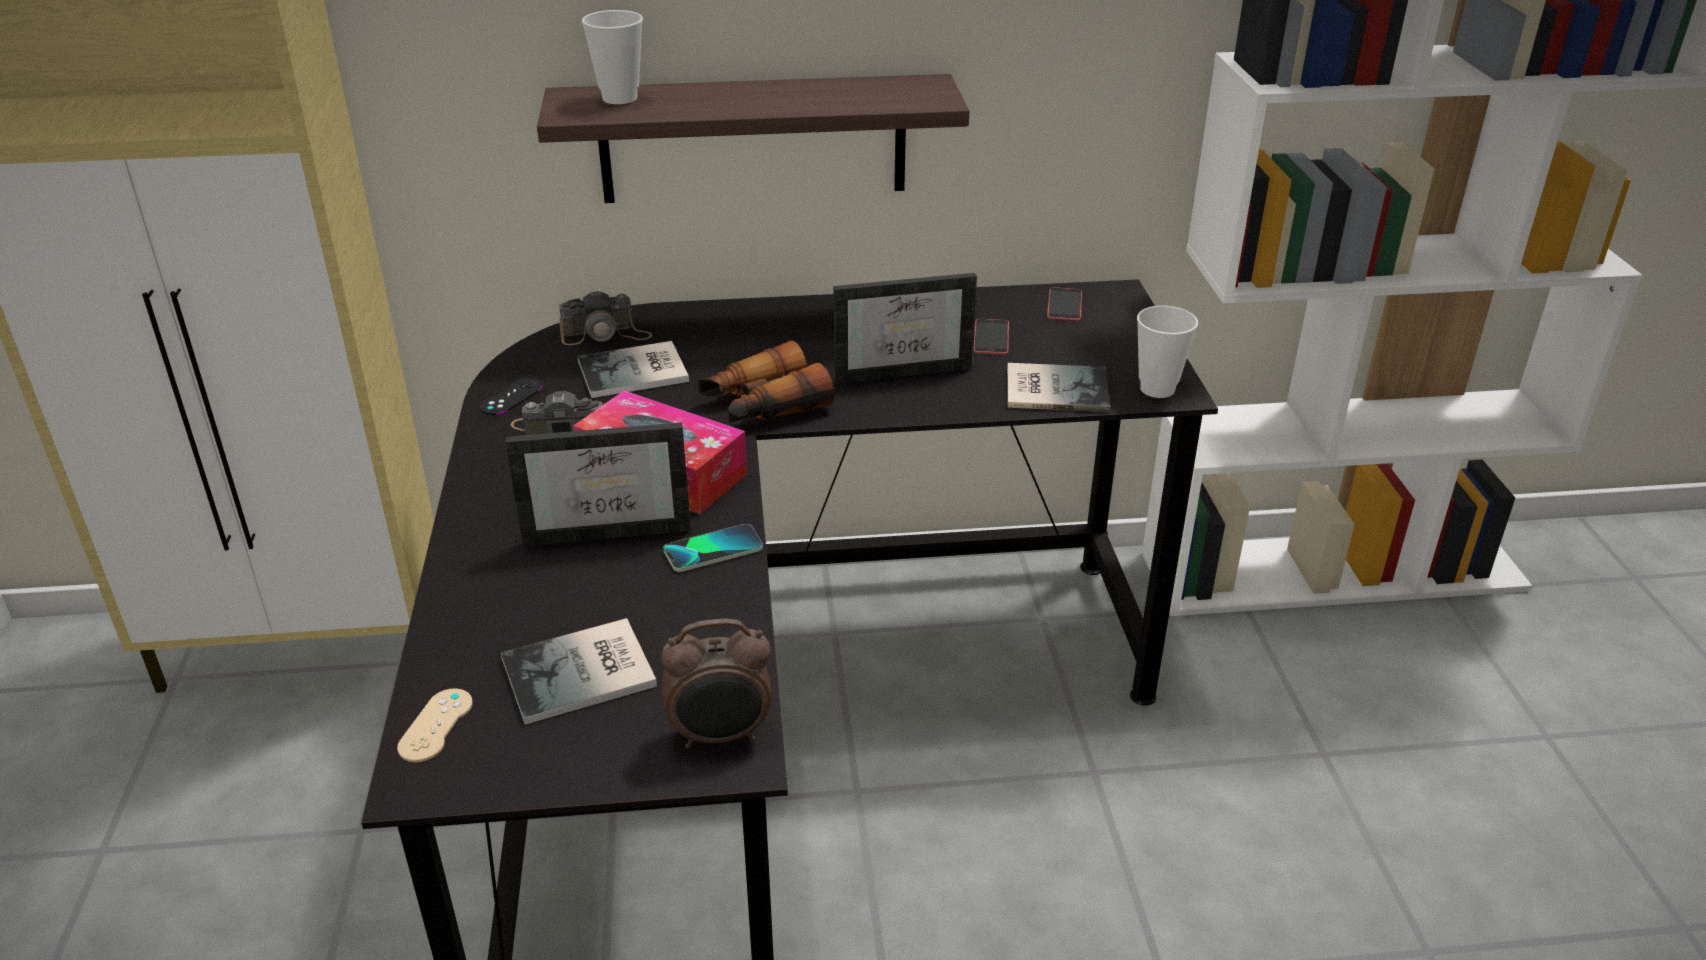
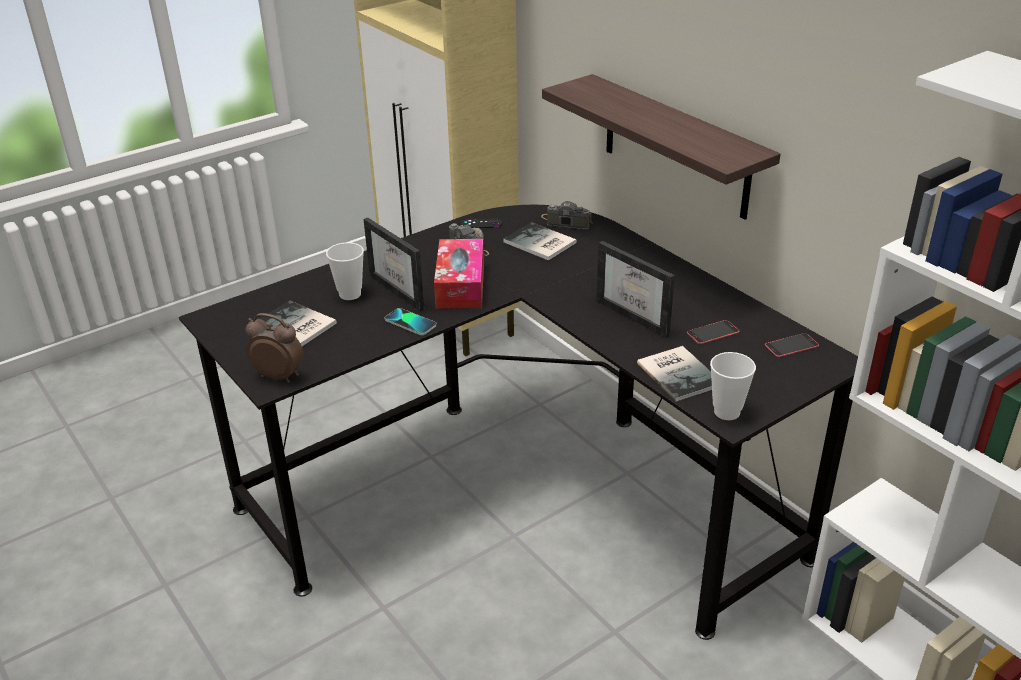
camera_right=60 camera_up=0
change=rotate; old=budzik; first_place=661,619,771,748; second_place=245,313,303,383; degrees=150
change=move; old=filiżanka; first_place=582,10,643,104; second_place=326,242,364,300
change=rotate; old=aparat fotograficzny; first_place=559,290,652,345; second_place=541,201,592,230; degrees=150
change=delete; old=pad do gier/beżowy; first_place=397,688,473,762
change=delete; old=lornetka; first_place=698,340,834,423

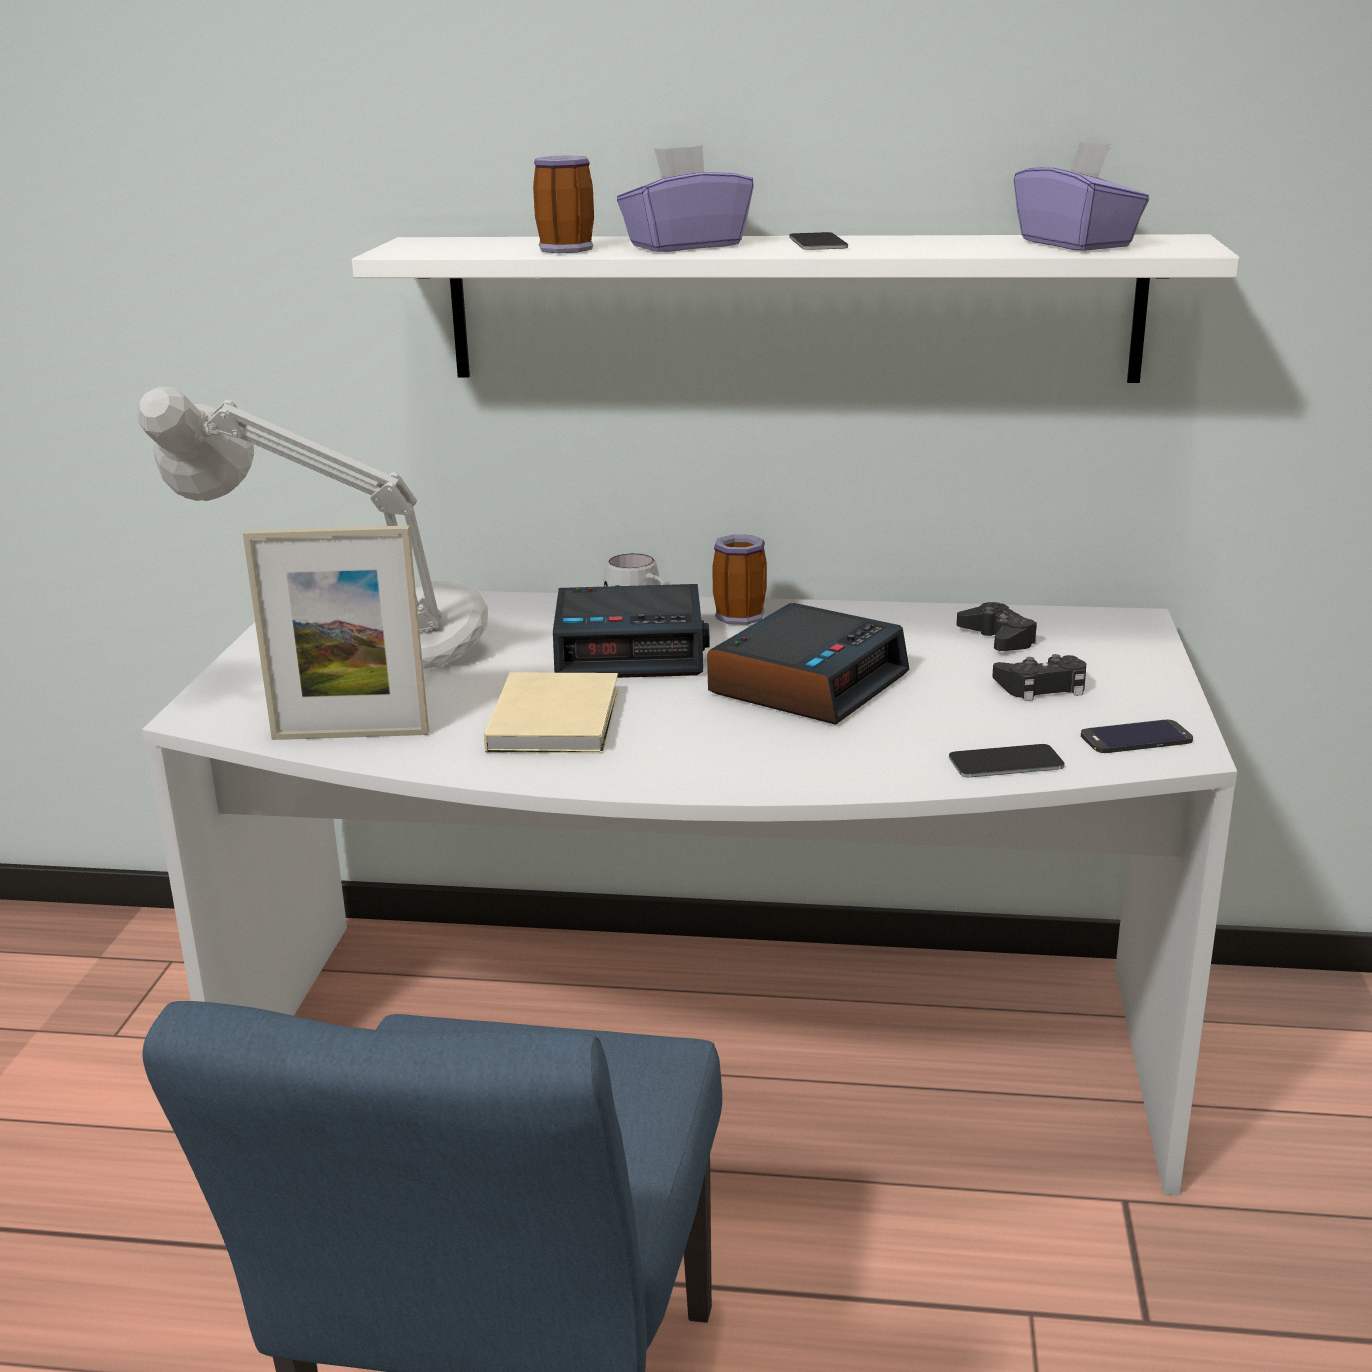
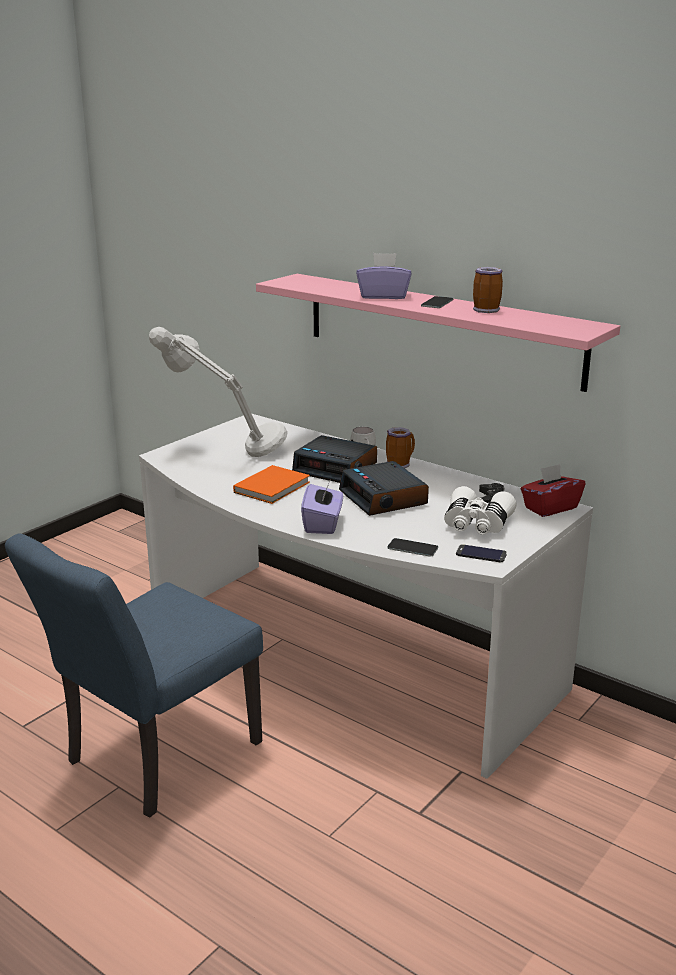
camera_right=30 camera_up=0
change=recolor; old=książka/beżowy; new=książka/pomarańczowy; first_place=484,672,619,753; second_place=233,465,310,504
change=recolor; old=półka/biały; new=półka/różowy; first_place=352,234,1240,383; second_place=256,274,620,392
change=move; old=pudełko chusteczek/fioletowy; first_place=1014,140,1149,251; second_place=301,481,343,534
change=rotate; old=budzik; first_place=707,603,909,725; second_place=339,461,429,516; degrees=90
change=replace; old=pad do gier/czarny; new=lornetka/biały; first_place=992,654,1086,701; second_place=444,486,517,535
change=move; old=kubek; first_place=533,155,594,253; second_place=473,267,503,313
change=insert; new=pudełko chusteczek/czerwony; second_place=521,464,585,517
change=delete; old=ramka na zdjęcie; first_place=243,525,429,740

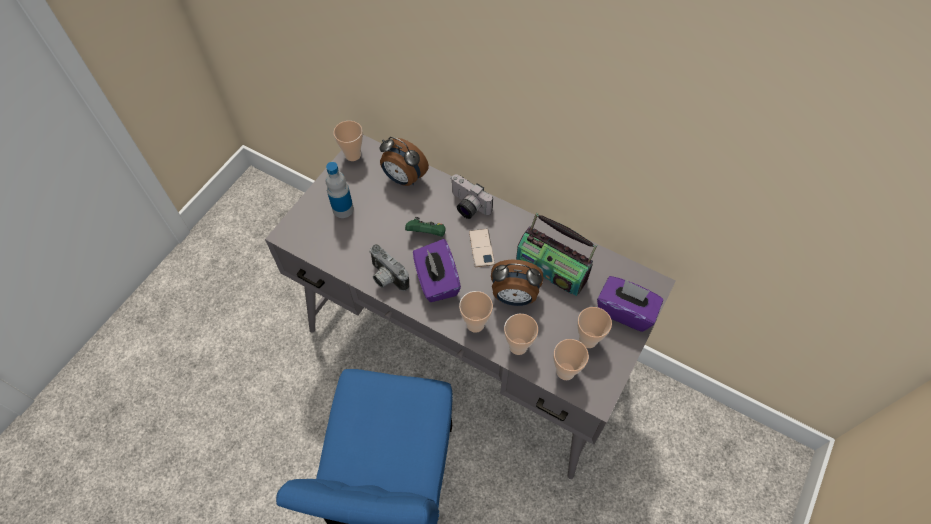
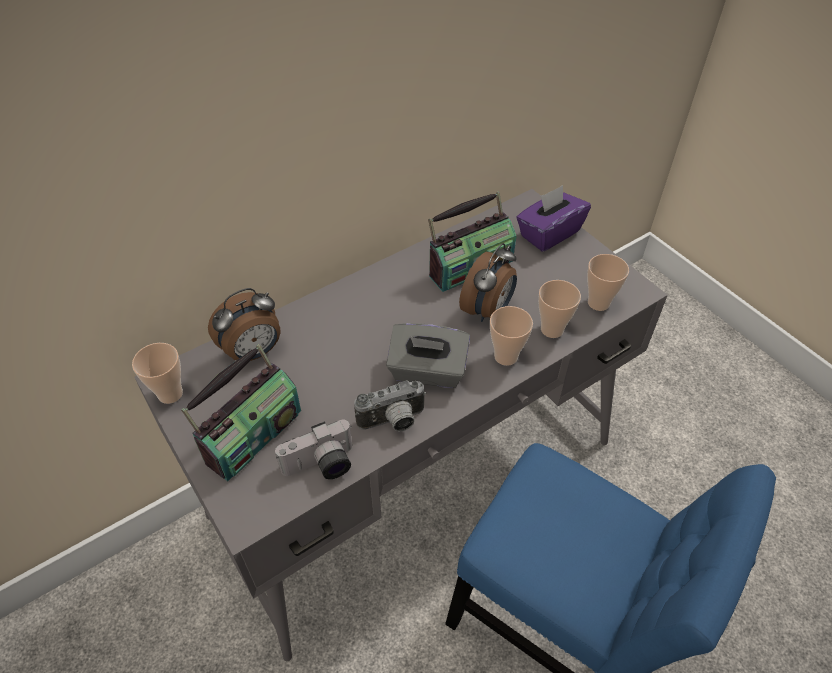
camera_right=-65 camera_up=-10
change=replace; old=butelka; new=radio; first_place=326,162,354,218; second_place=181,344,301,481
change=move; old=aparat fotograficzny; first_place=451,174,493,219; second_place=275,420,352,479
change=recolor; old=pudełko chusteczek/fioletowy; new=pudełko chusteczek/szary; first_place=413,239,461,302; second_place=386,323,470,388
change=delete; old=pad do gier/zielony; first_place=405,217,445,237
change=delete; old=telefon; first_place=469,229,495,267
change=delete; old=filiżanka; first_place=577,307,612,348

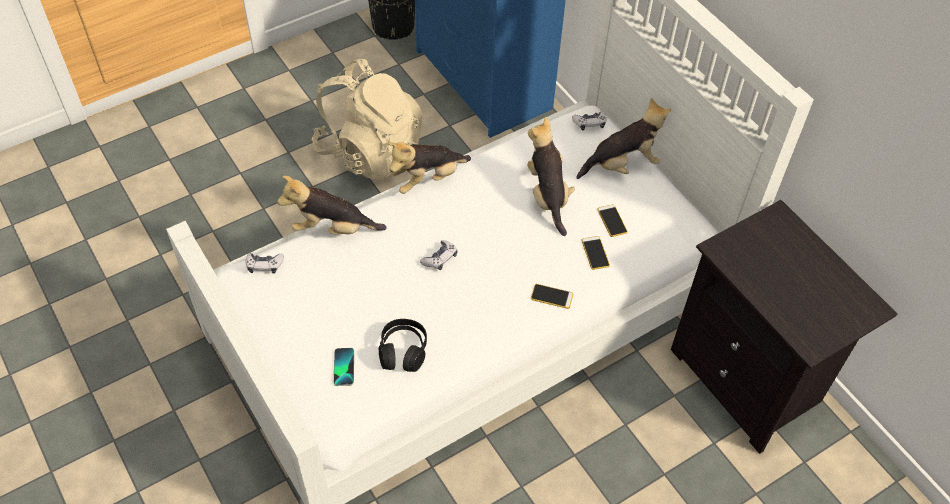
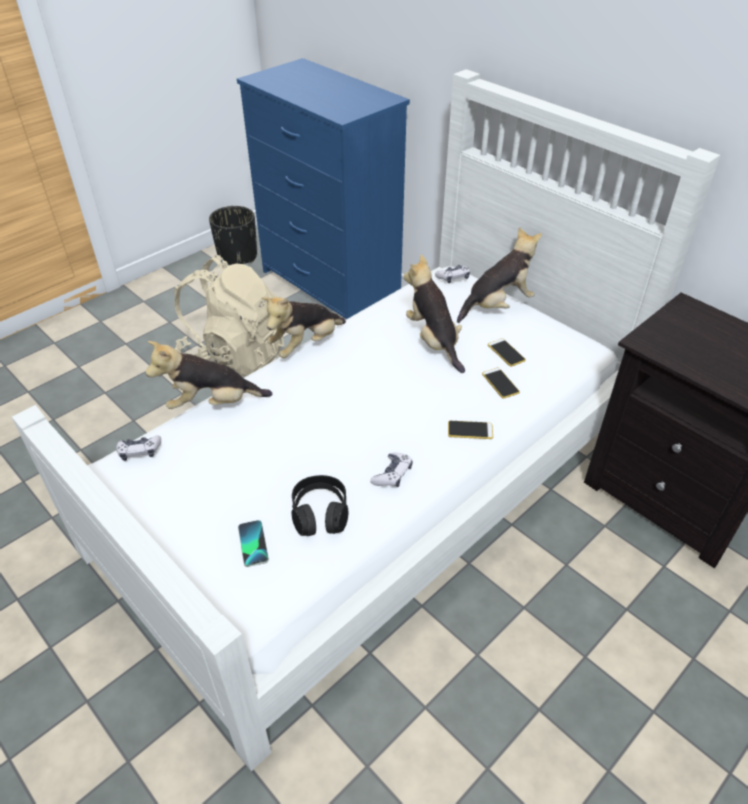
camera_right=-10 camera_up=-10
change=move; old=pad do gier; first_place=420,240,458,270; second_place=370,453,413,487

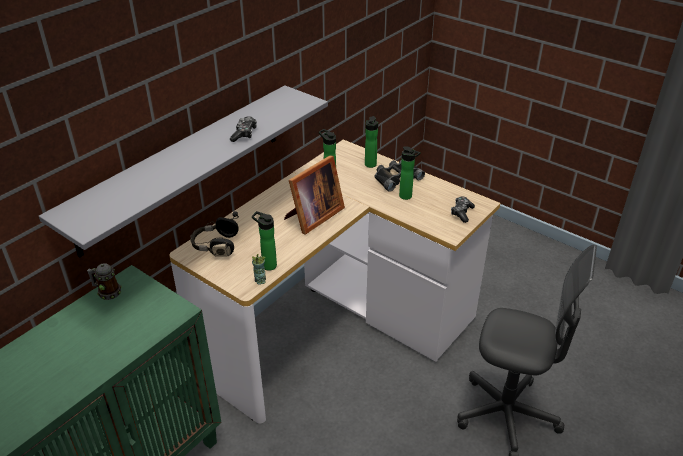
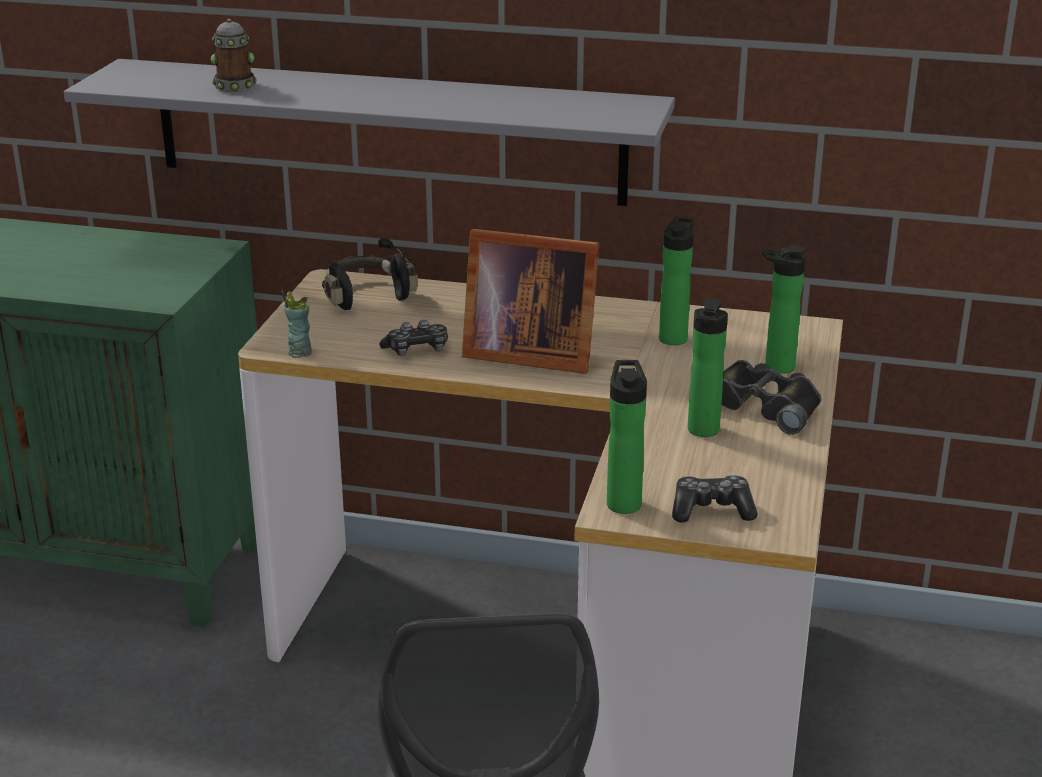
camera_right=65 camera_up=-10
change=move; old=kubek; first_place=87,263,122,300; second_place=211,19,257,92
change=move; old=pad do gier; first_place=230,116,257,142; second_place=379,320,448,356
change=move; old=butelka; first_place=252,211,277,271; second_place=607,360,647,514

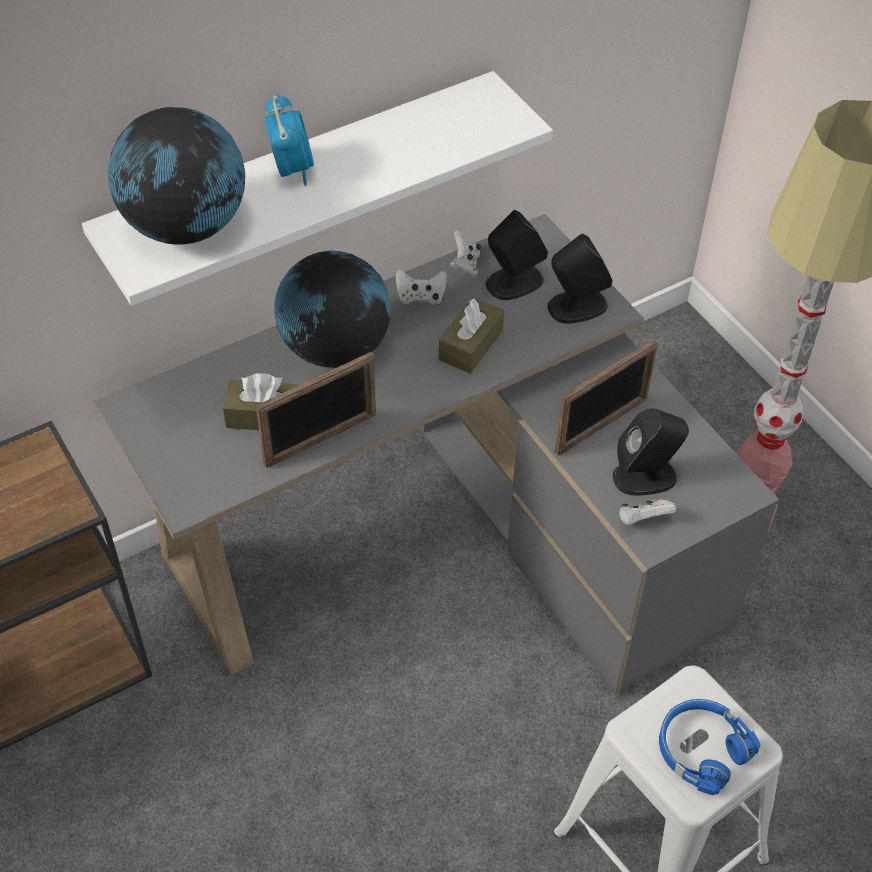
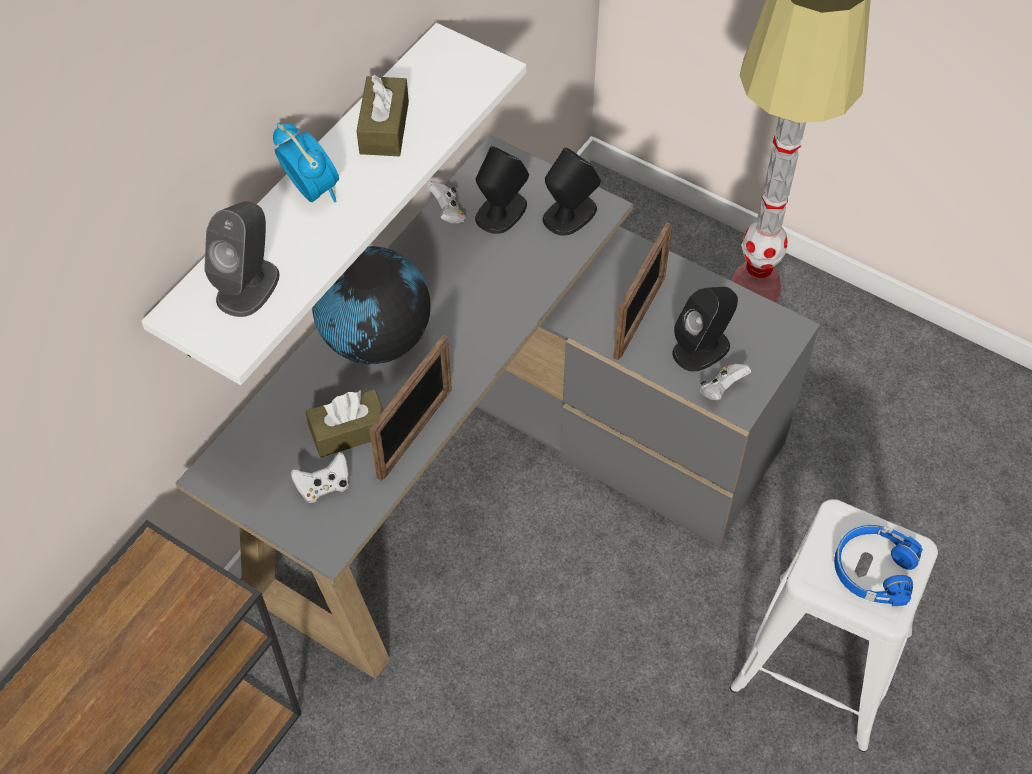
camera_right=-25 camera_up=5
change=replace; old=globus; new=głośnik/szary; first_place=108,107,245,244; second_place=204,201,280,317
change=move; old=pad do gier/biały; first_place=396,269,447,305; second_place=291,452,349,503
change=move; old=pudełko chusteczek/brązowy; first_place=439,297,504,373; second_place=357,75,409,156

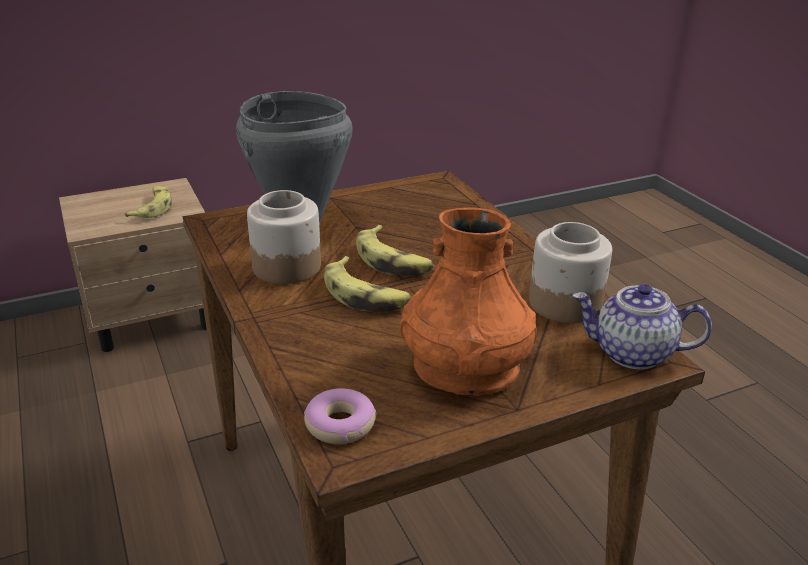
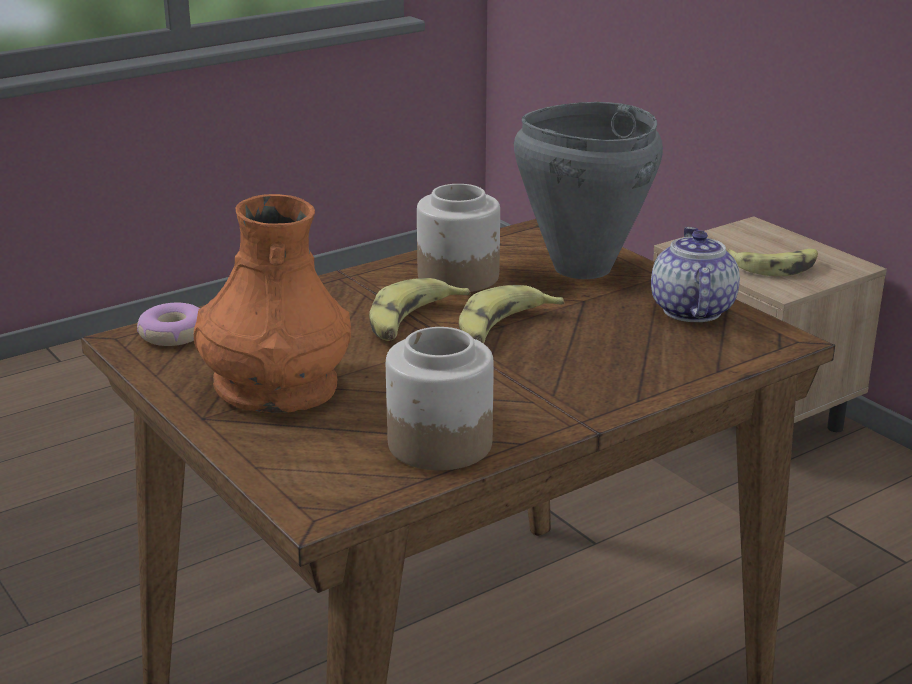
camera_right=80 camera_up=-5
change=move; old=imbryk; first_place=572,284,712,370; second_place=651,227,740,322

